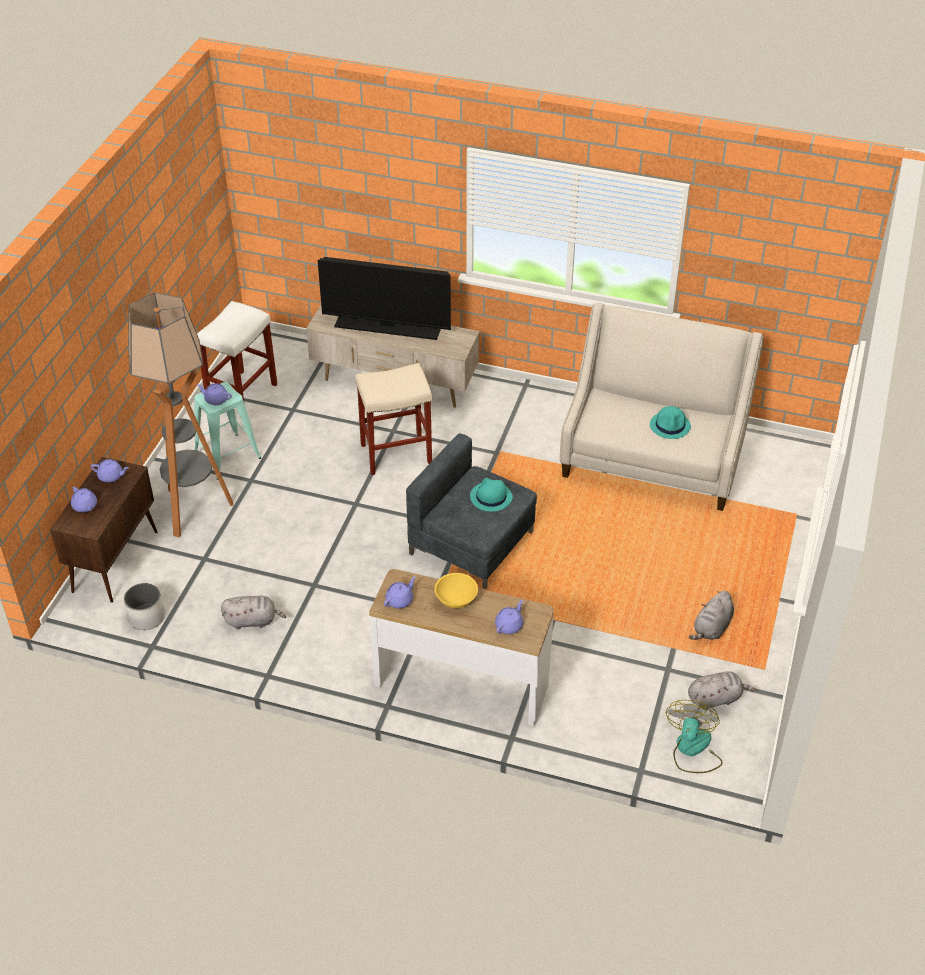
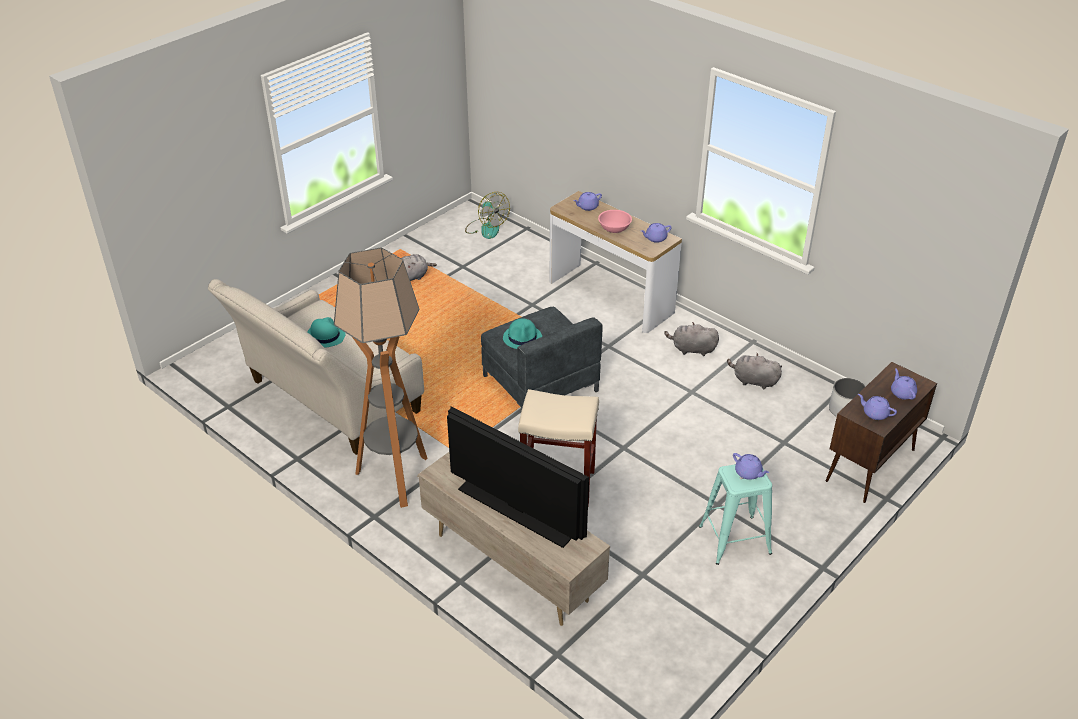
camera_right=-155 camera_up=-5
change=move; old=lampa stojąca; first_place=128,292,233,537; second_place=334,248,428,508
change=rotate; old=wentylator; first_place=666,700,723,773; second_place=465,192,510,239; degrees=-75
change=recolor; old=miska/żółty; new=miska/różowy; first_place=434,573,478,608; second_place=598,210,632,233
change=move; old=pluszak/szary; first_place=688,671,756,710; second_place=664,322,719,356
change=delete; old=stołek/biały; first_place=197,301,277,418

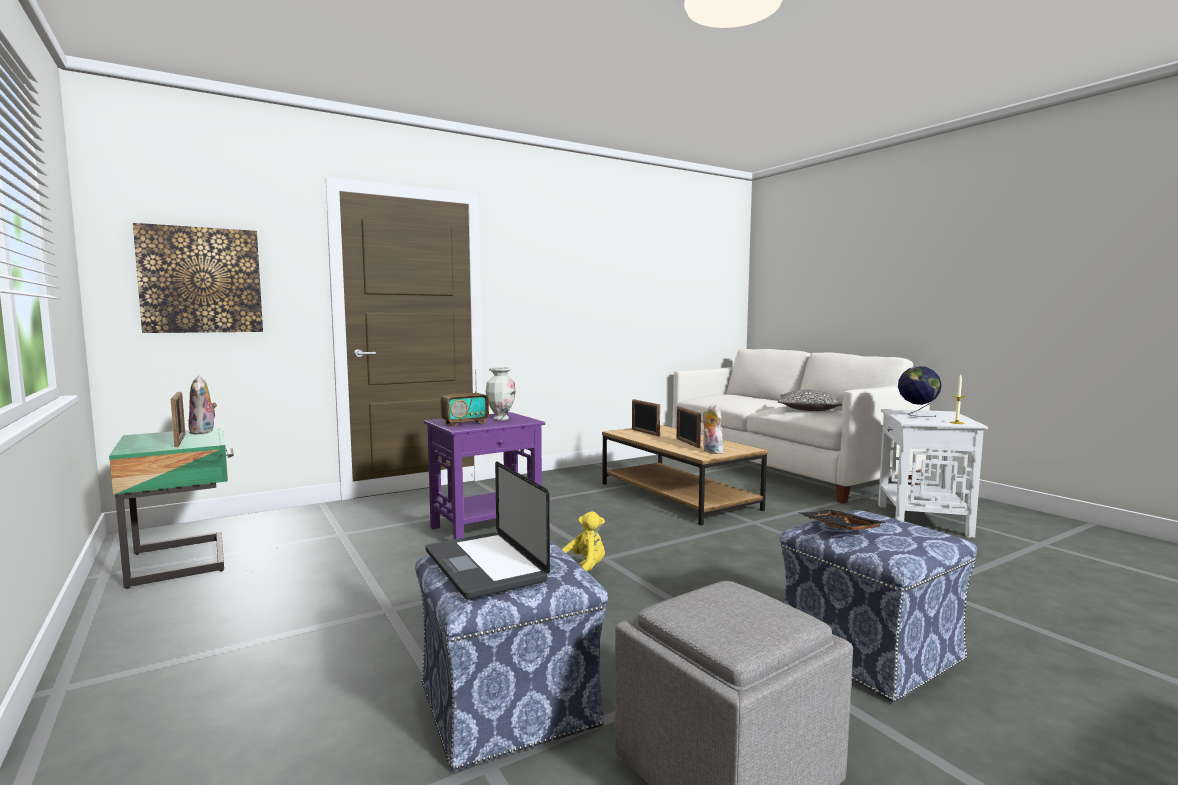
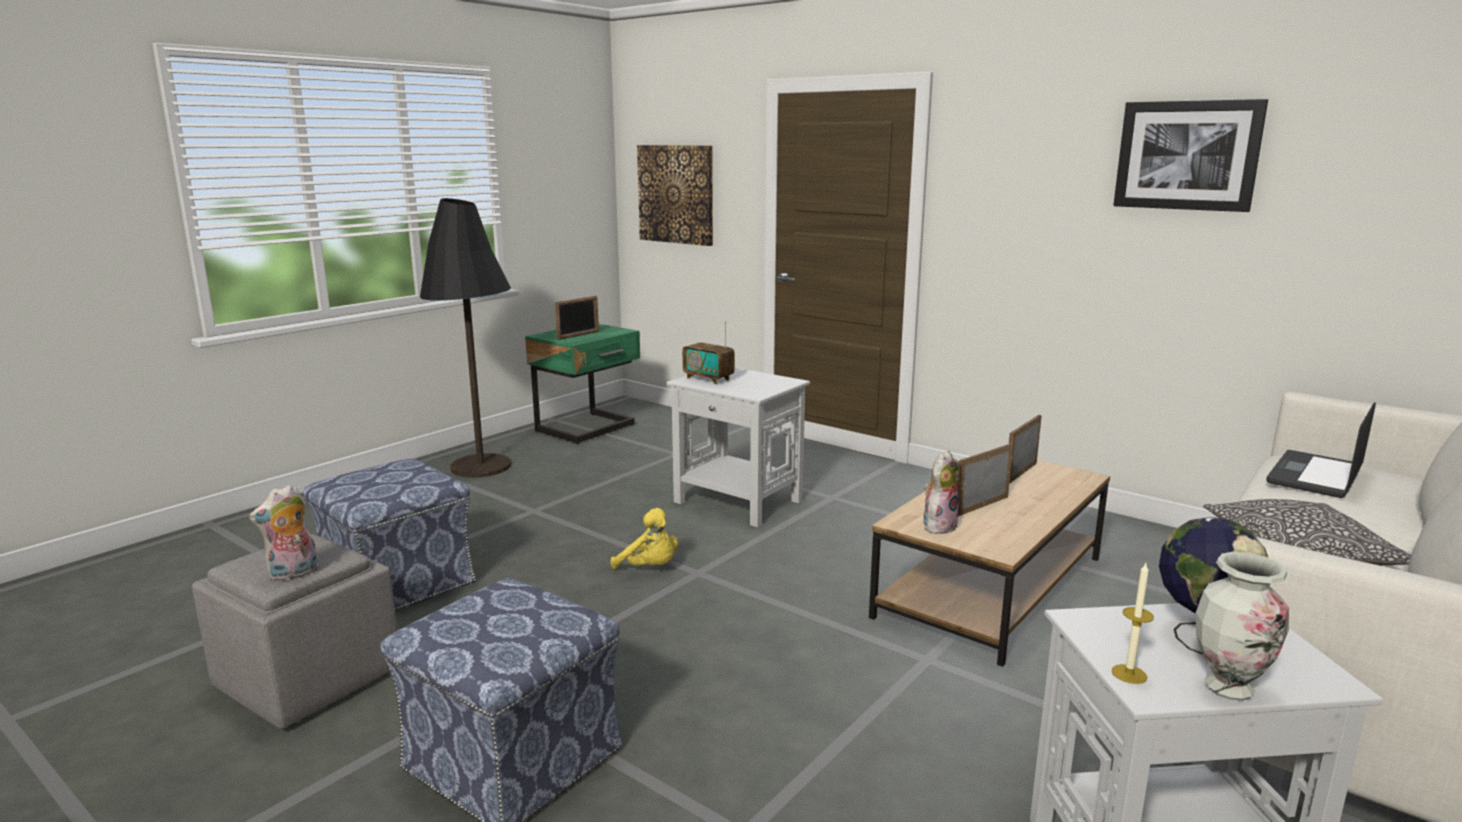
camera_right=70 camera_up=10
change=move; old=pluszak; first_place=188,375,217,434; second_place=249,485,318,582
change=insert; new=lampa stojąca/czarny; second_place=420,198,511,478
change=recolor; old=stolik/fioletowy; new=stolik/biały; first_place=423,412,545,540; second_place=667,368,810,527
change=insert; new=obraz; second_place=1113,99,1268,212
change=move; old=wazon; first_place=486,367,516,421; second_place=1196,551,1289,701
change=move; old=laptop; first_place=426,461,550,600; second_place=1266,402,1376,498
change=delete; old=taca/czarny; first_place=797,510,887,530

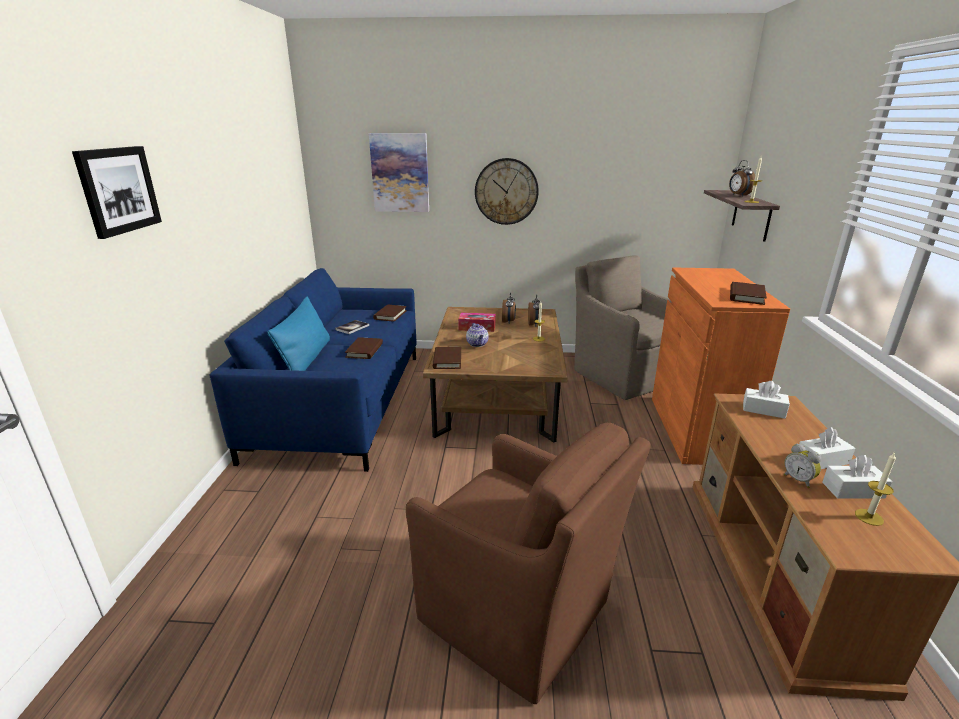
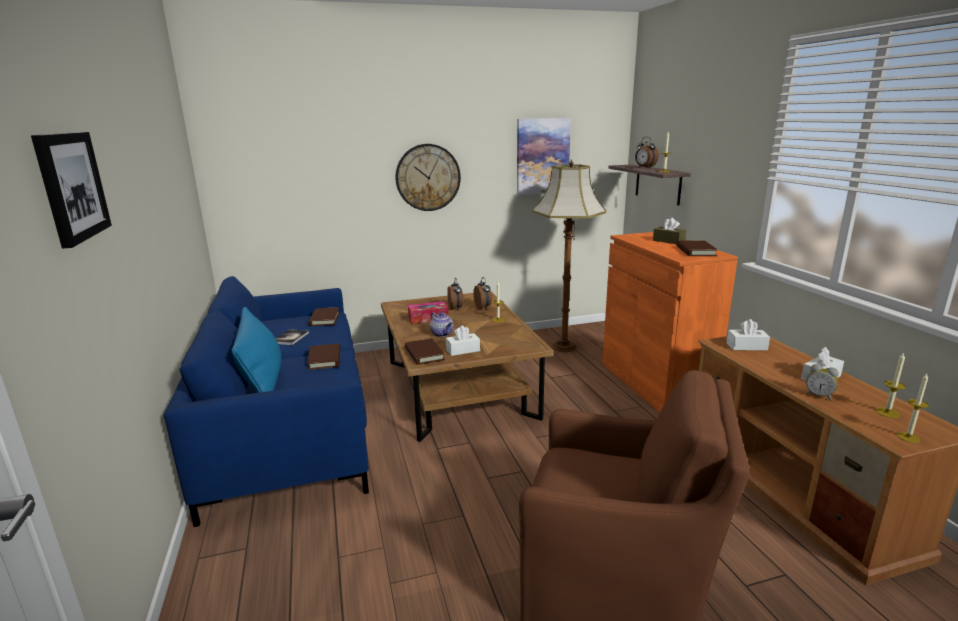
camera_right=-20 camera_up=-5
change=move; old=pudełko chusteczek/biały; first_place=822,455,892,499; second_place=446,326,480,356
change=move; old=obraz; first_place=369,133,429,212; second_place=517,118,571,195
change=replace; old=fotel/brązowy; new=lampa stojąca; first_place=574,255,671,400; second_place=532,159,606,352
change=insert; new=pudełko chusteczek/brązowy; second_place=653,218,686,244
change=insert; new=świeca; second_place=897,374,929,443

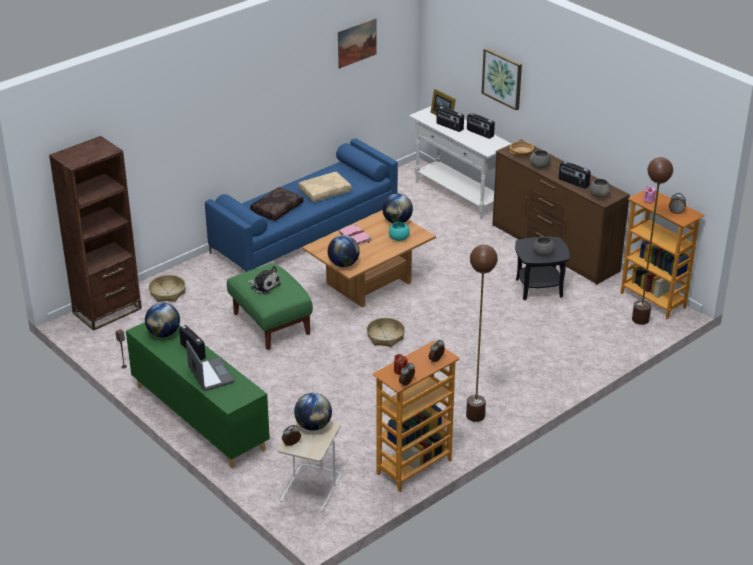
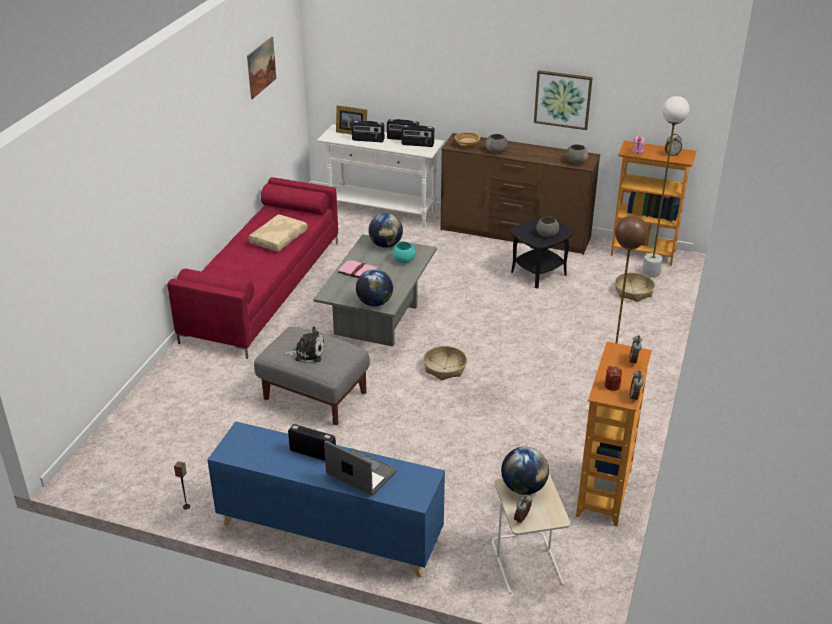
camera_right=-30 camera_up=0
change=recolor; old=kanapa/niebieski; new=kanapa/czerwony; first_place=205,139,398,272; second_place=167,177,338,359
change=recolor; old=szafka/zielony; new=szafka/niebieski; first_place=126,322,270,469; second_place=207,421,445,577
change=recolor; old=pufa/zielony; new=pufa/szary; first_place=227,263,313,350; second_place=254,327,370,425
change=recolor; old=ława/brązowy; new=ława/szary; first_place=302,210,436,308; second_place=314,234,437,347
change=move; old=radio; first_place=559,161,591,189; second_place=401,125,434,147
change=move; old=obraz; first_place=482,48,522,111; second_place=534,70,593,130
change=move; old=koszyk; first_place=148,275,185,302; second_place=615,272,655,302
change=recolor; old=lampa stojąca/brązowy; new=lampa stojąca/biały; first_place=632,157,673,325; second_place=642,96,689,278
change=delete; old=regał/brązowy; first_place=49,136,142,331
change=delete; old=globus; first_place=145,303,180,337
change=delete; old=poduszka/brązowy; first_place=250,187,304,221

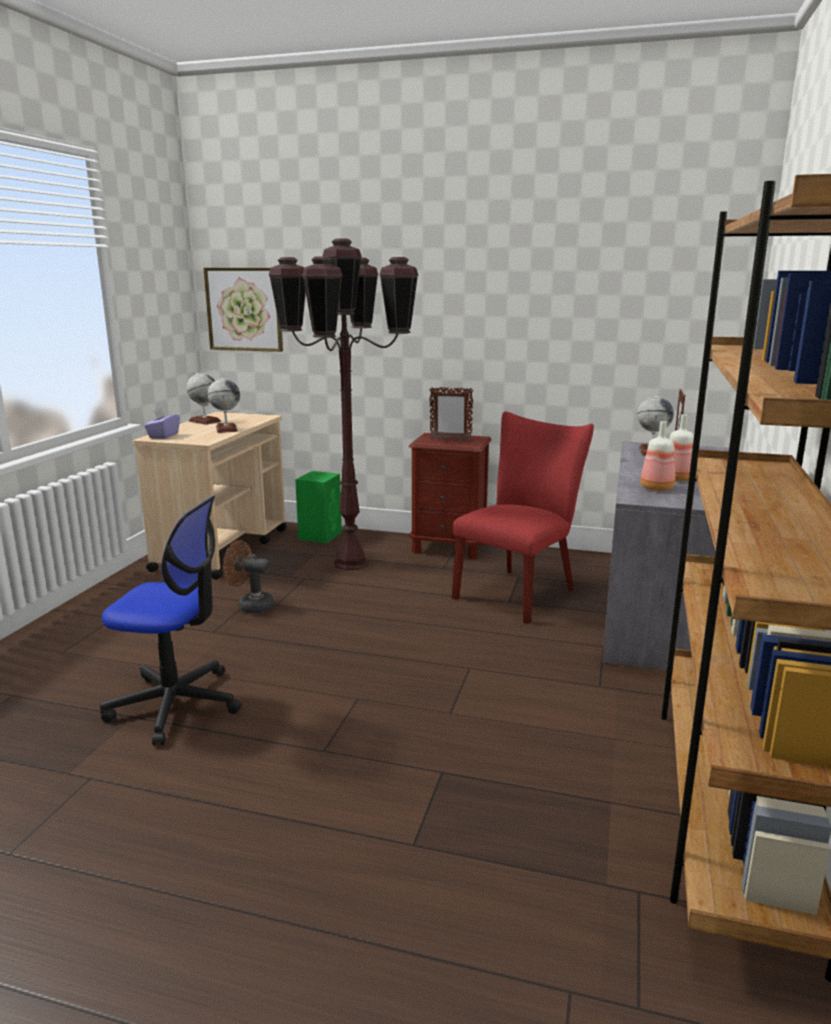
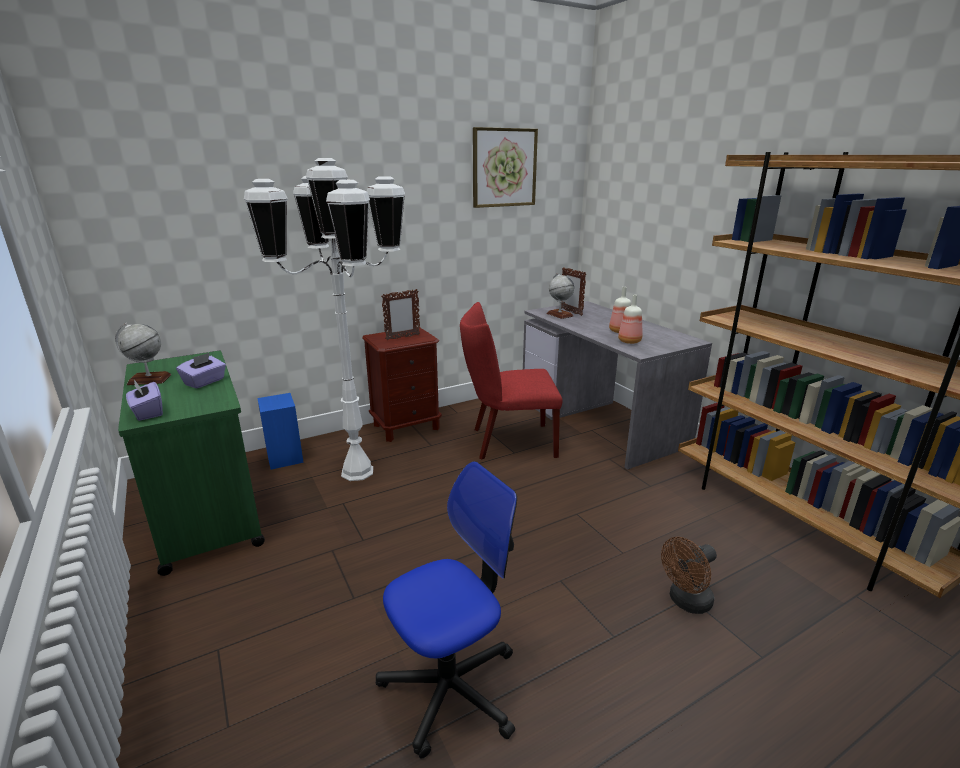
camera_right=-45 camera_up=5
change=recolor; old=wózek/beżowy; new=wózek/zielony; first_place=133,412,287,580; second_place=118,351,265,576
change=replace; old=globus; new=pudełko chusteczek/fioletowy; first_place=208,376,240,433; second_place=176,353,226,389
change=recolor; old=lampa stojąca/brązowy; new=lampa stojąca/biały; first_place=269,238,418,570; second_place=244,158,405,481
change=recolor; old=głośnik/zielony; new=głośnik/niebieski; first_place=295,471,342,543; second_place=257,393,304,470
change=rotate; old=krzesło/czerwony; first_place=452,411,594,624; second_place=460,302,563,460; degrees=-90
change=move; old=obraz; first_place=204,268,283,352; second_place=473,127,538,208
change=move; old=wentylator/brązowy; first_place=223,540,275,613; second_place=661,537,717,614

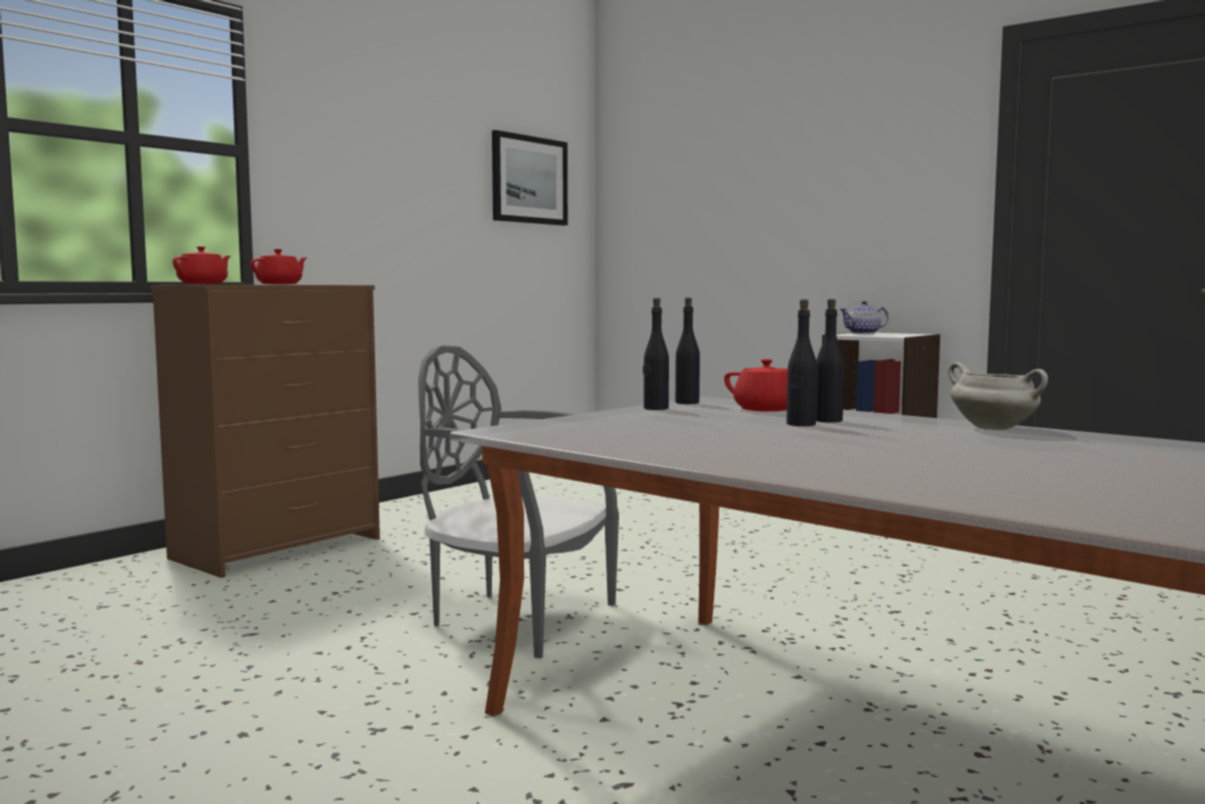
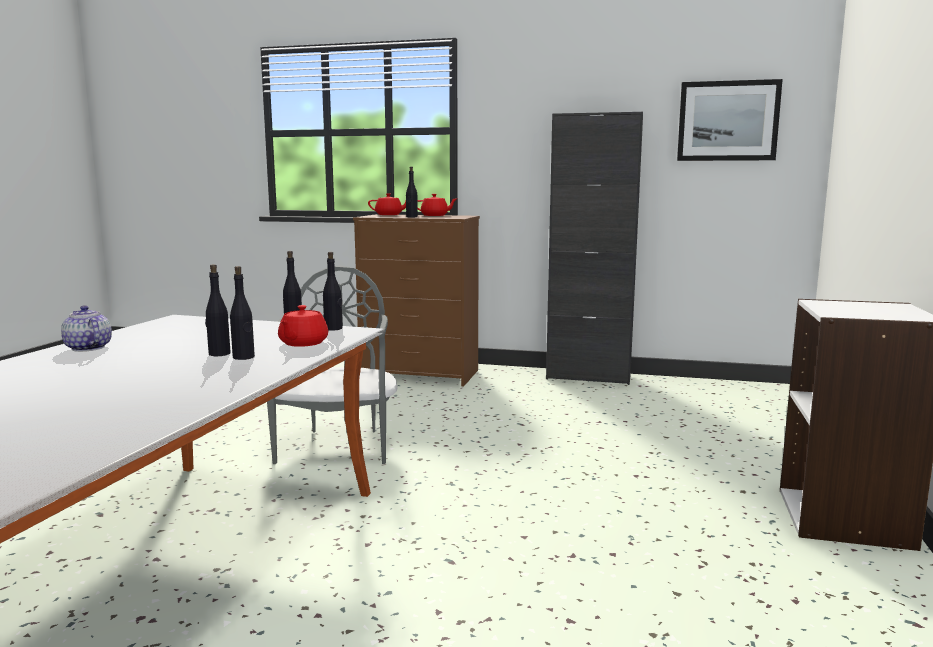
camera_right=65 camera_up=5
change=move; old=imbryk; first_place=840,301,888,334; second_place=61,305,112,352
change=insert; new=butelka/czarny; second_place=406,167,418,217
change=insert; new=szafka/czarny; second_place=546,112,643,385
change=delete; old=garnek/biały; first_place=947,362,1048,430

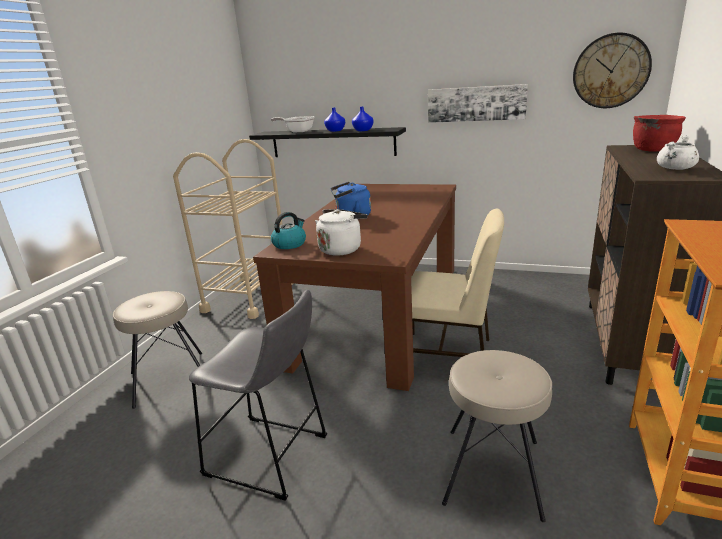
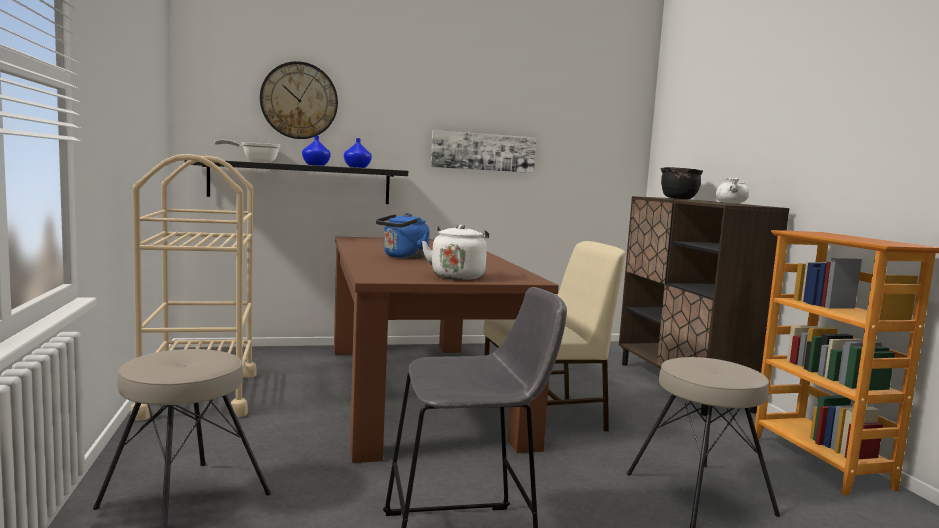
camera_right=-35 camera_up=-15
change=move; old=zegar ścienny; first_place=573,33,652,108; second_place=260,61,338,139
change=recolor; old=garnek/czerwony; new=garnek/czarny; first_place=633,115,686,152; second_place=661,167,703,199
change=delete; old=czajnik; first_place=271,212,306,249

